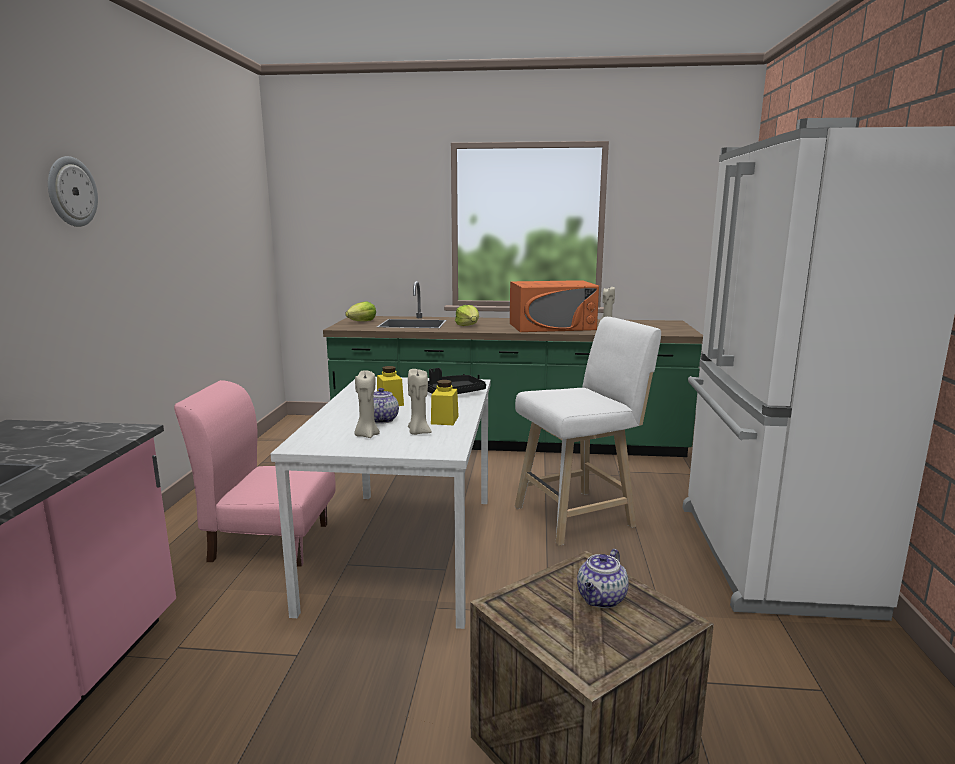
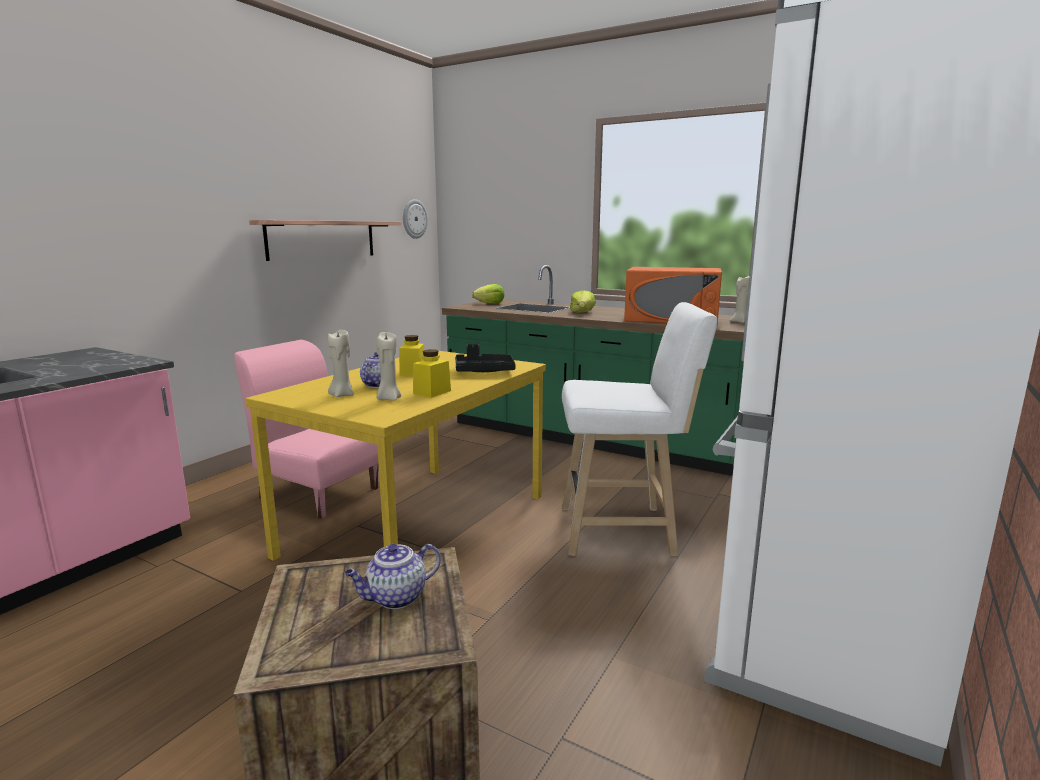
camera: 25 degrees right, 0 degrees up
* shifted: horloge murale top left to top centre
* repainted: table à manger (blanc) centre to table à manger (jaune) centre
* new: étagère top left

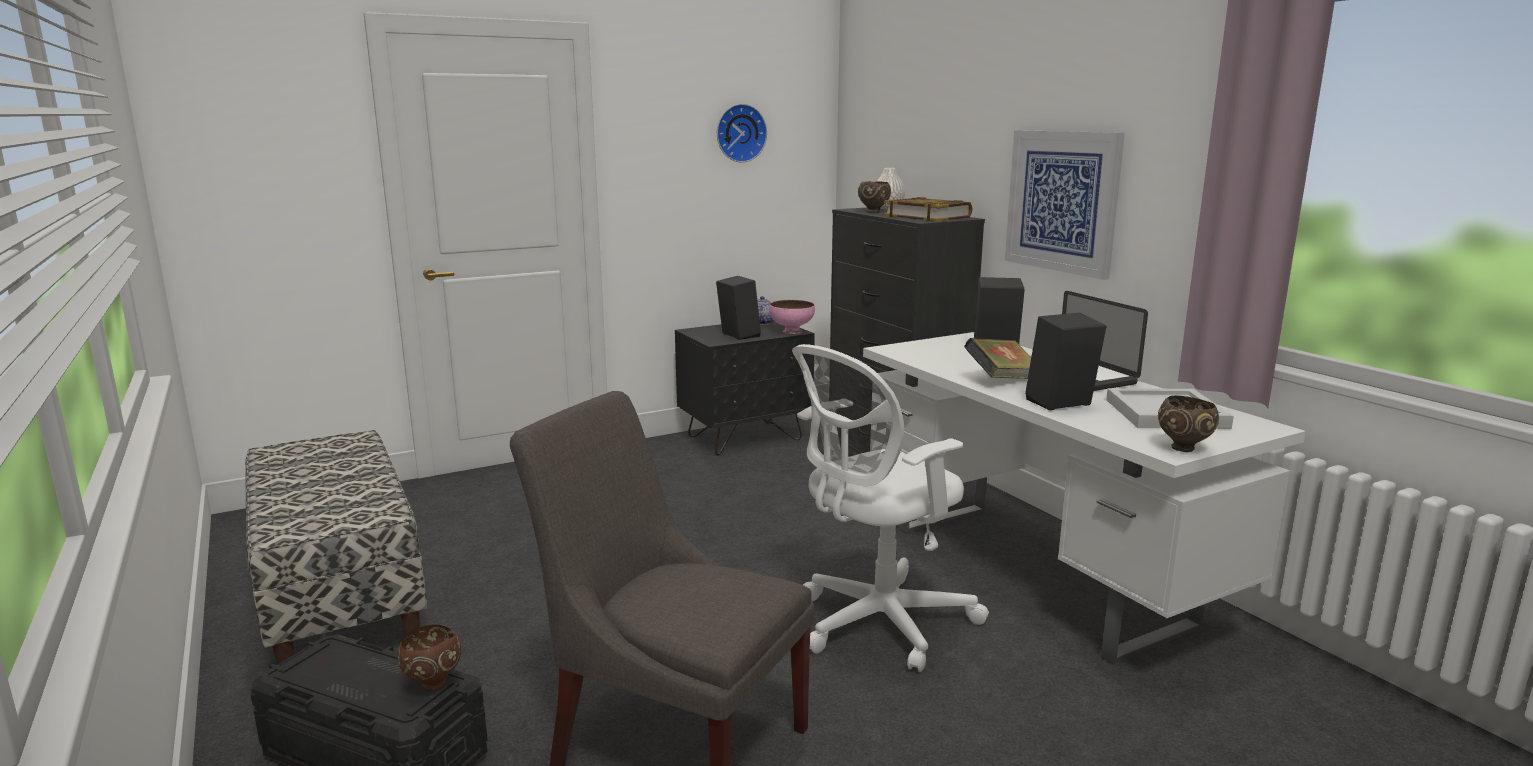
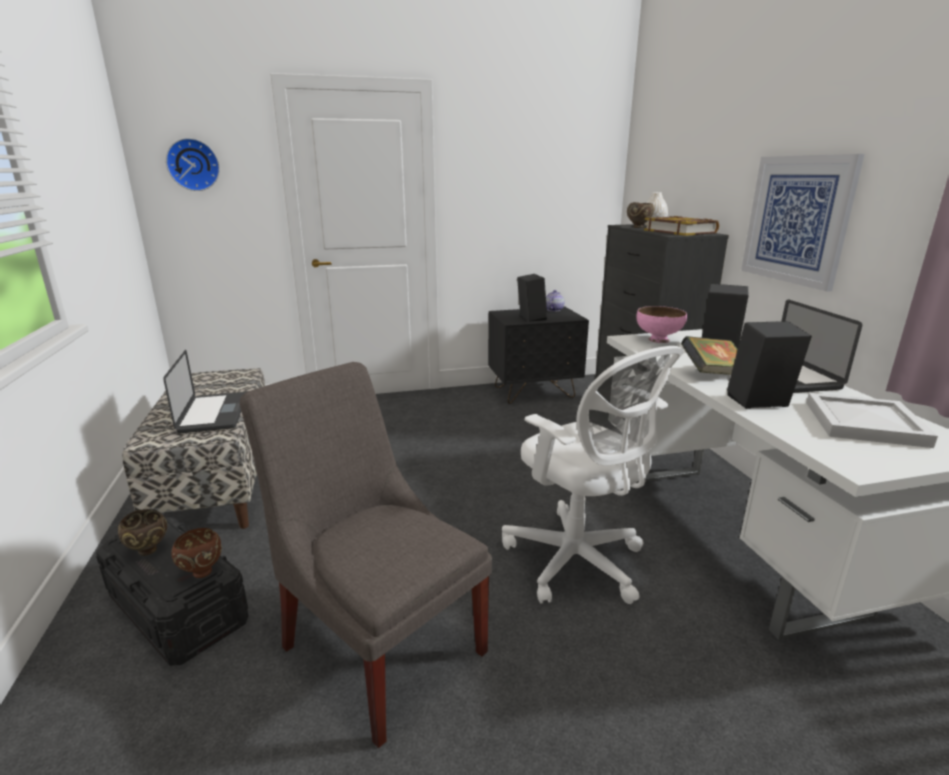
camera: 15 degrees right, 5 degrees up
* shifted: horloge murale top centre to top left
* shifted: bol (rose) centre to middle right
* rotated: chaise de bureau (blanc) centre = centre 105 degrees counterclockwise
* shifted: bol (marron) (no. 3 from left in the first image) middle right to bol (marron) (no. 1 from left) bottom left
* new: ordinateur portable (no. 1 from left) middle left

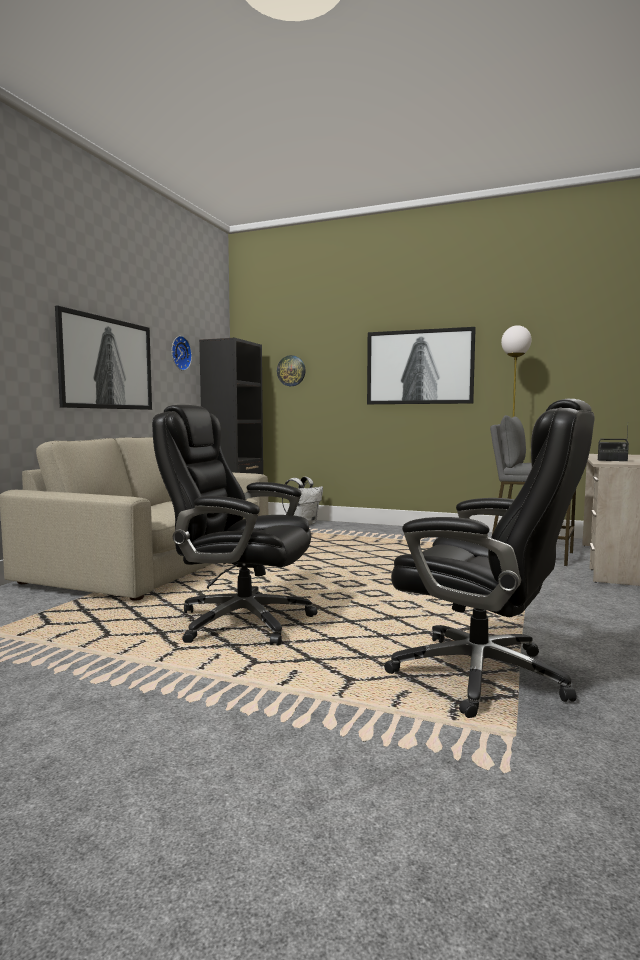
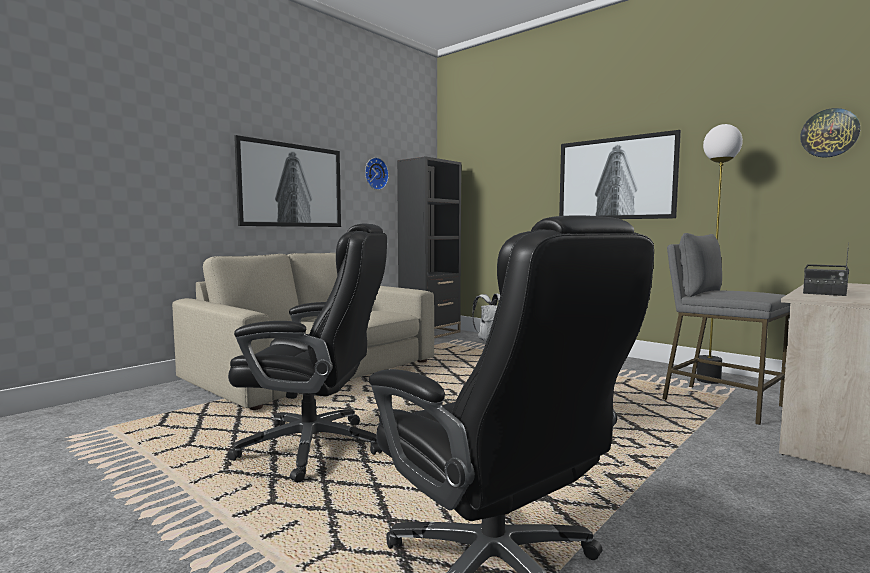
camera: 20 degrees right, 0 degrees up
* shifted: horloge murale (no. 2 from left) centre to top right
* rotated: chaise de bureau (noir) (no. 1 from left) centre = centre 150 degrees clockwise

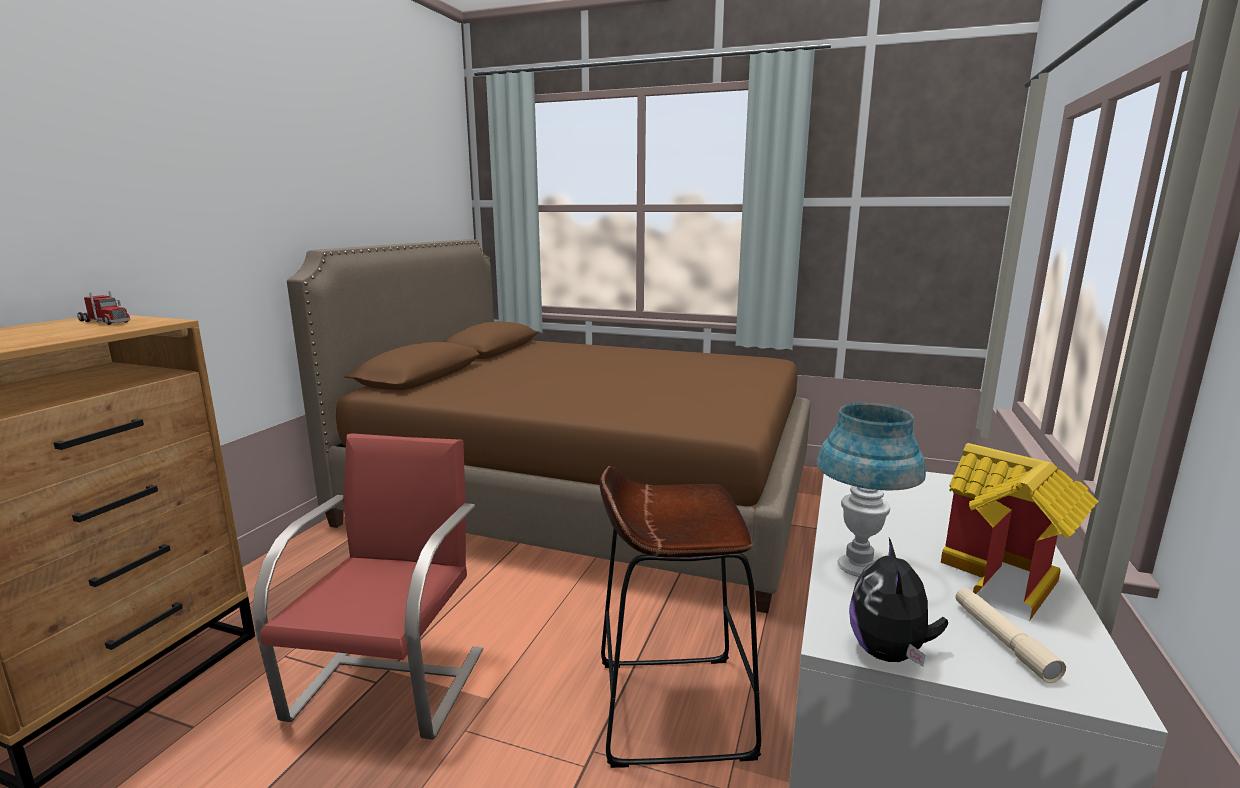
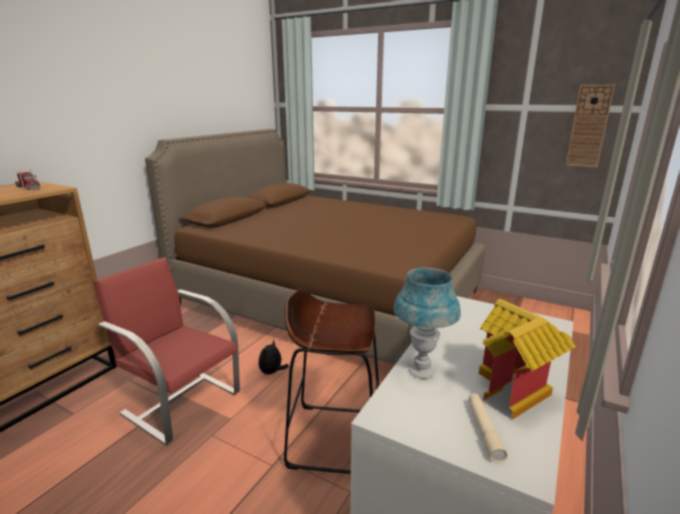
camera: 10 degrees right, 5 degrees up
* rotated: chaise (rouge) bottom left = bottom left 75 degrees counterclockwise
* shifted: peluche bottom right to bottom centre
* new: horloge murale top right

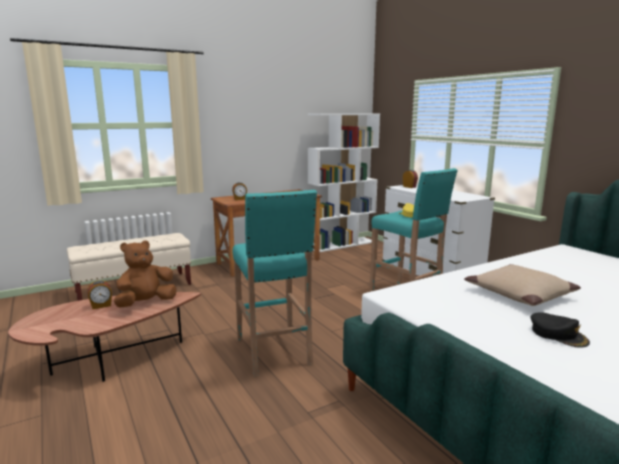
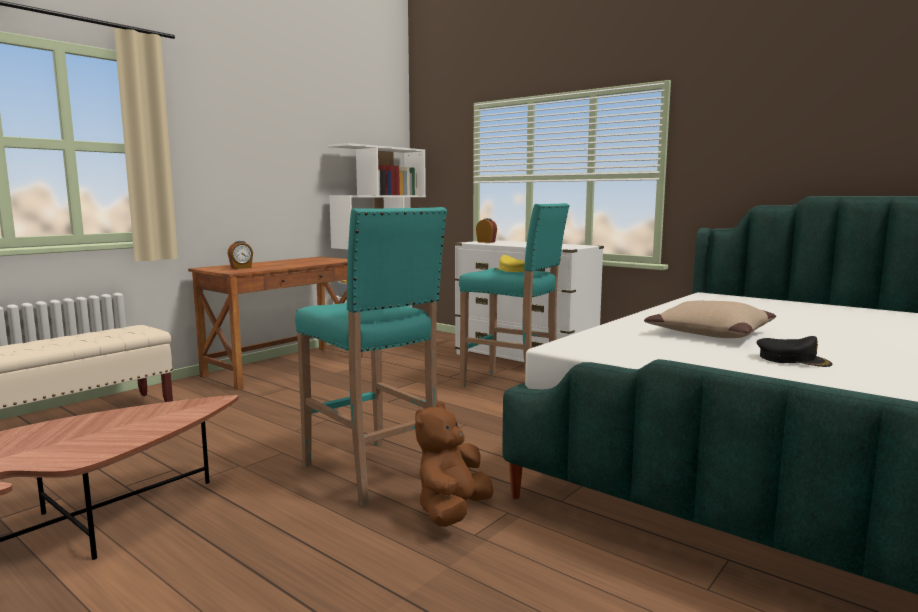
camera: 20 degrees left, 5 degrees down
* shifted: peluche (marron) middle left to bottom centre
* gone: réveil (no. 1 from left) middle left

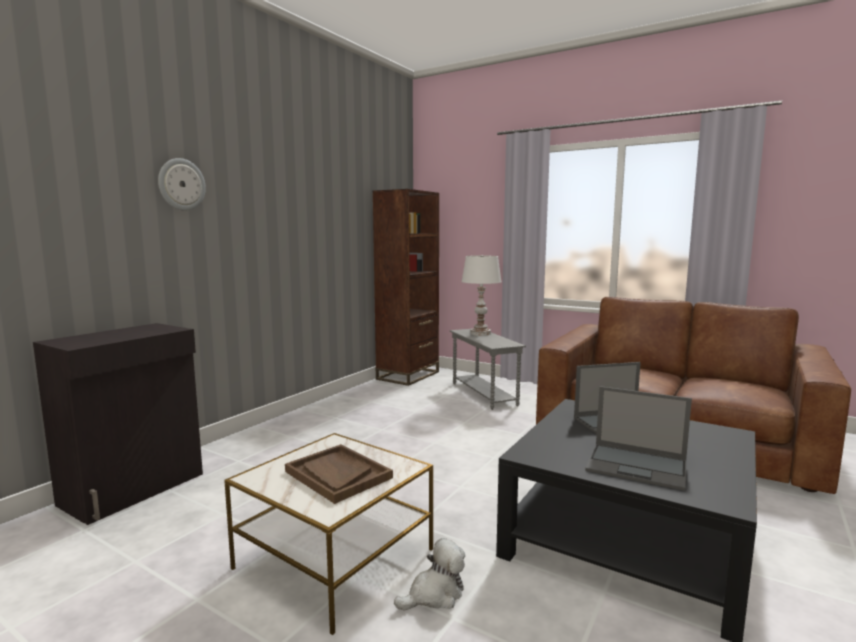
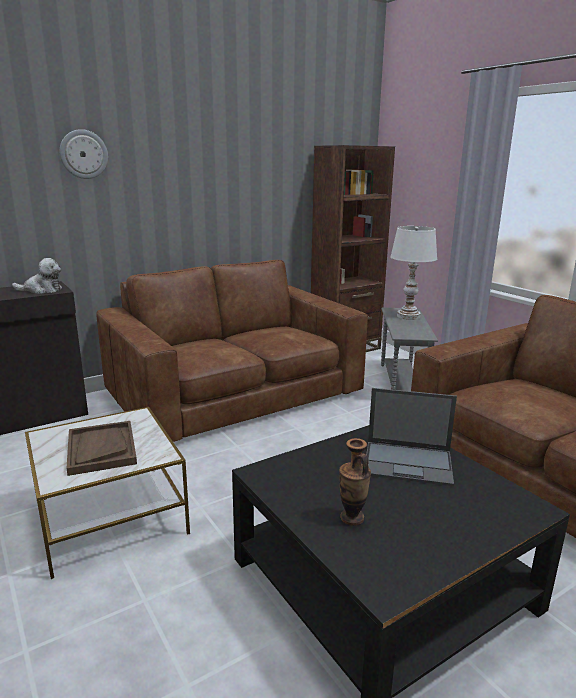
camera: 25 degrees right, 10 degrees up
* swapped: ordinateur portable (no. 2 from left) bottom right to vase bottom centre
* shifted: peluche bottom centre to middle left
* new: canapé (marron) (no. 1 from left) centre

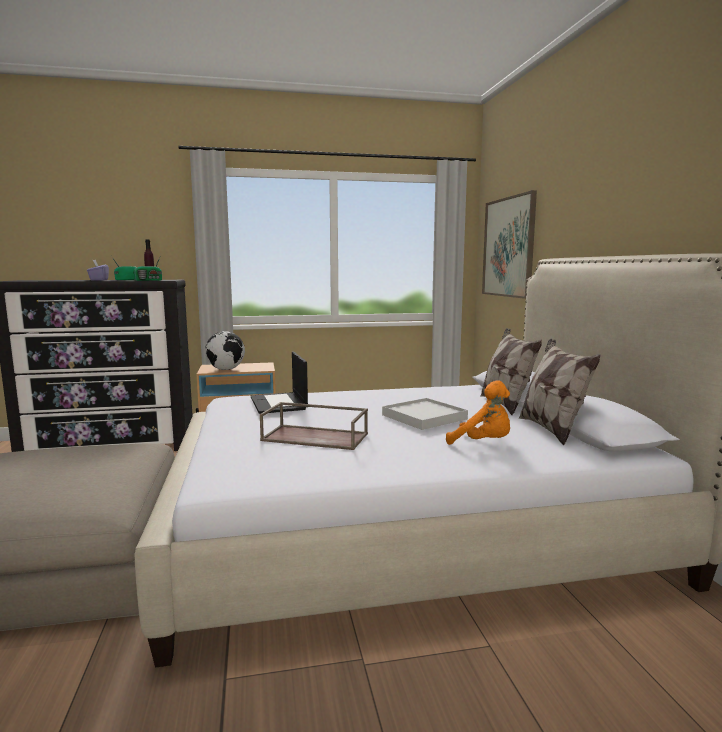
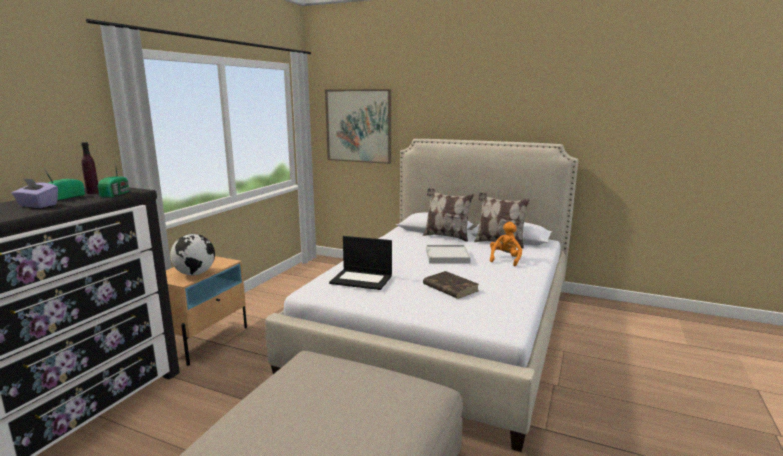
camera: 55 degrees left, 5 degrees up
* rotated: peluche (orange) centre = centre 45 degrees counterclockwise
* swapped: plateau (marron) centre to livre (marron) centre

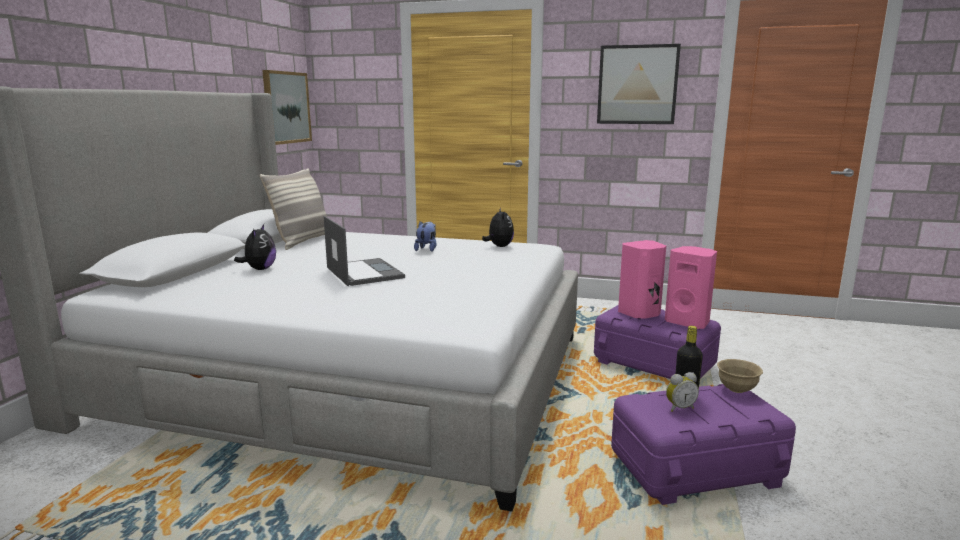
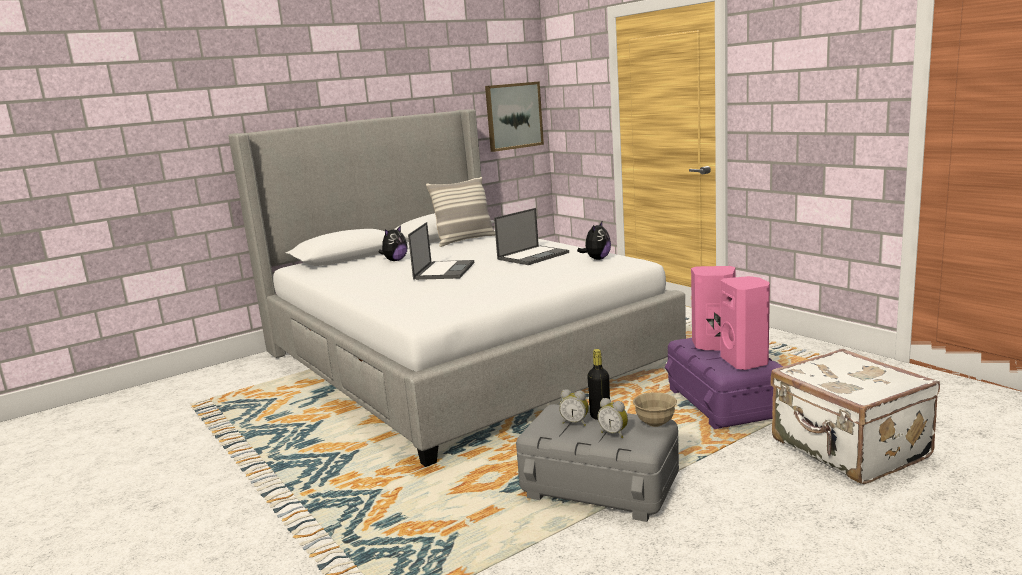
camera: 40 degrees right, 0 degrees up
* gone: tableau (no. 2 from left) top centre
* swapped: peluche (no. 2 from left) centre to ordinateur portable (no. 2 from left) centre
* repainted: boîte de rangement (violet) (no. 2 from left) bottom right to boîte de rangement (gris) bottom centre
* new: valise (blanc) bottom right
* new: réveil (no. 2 from left) bottom centre

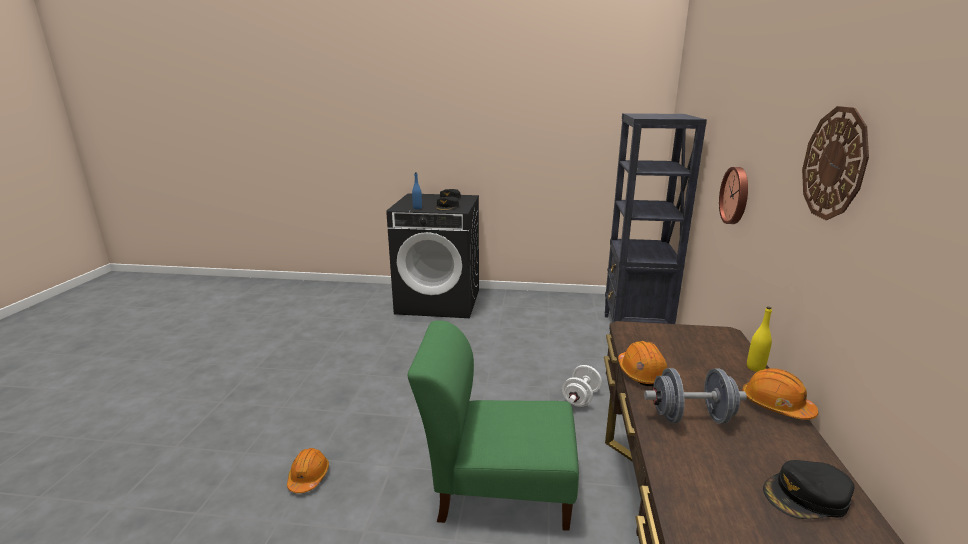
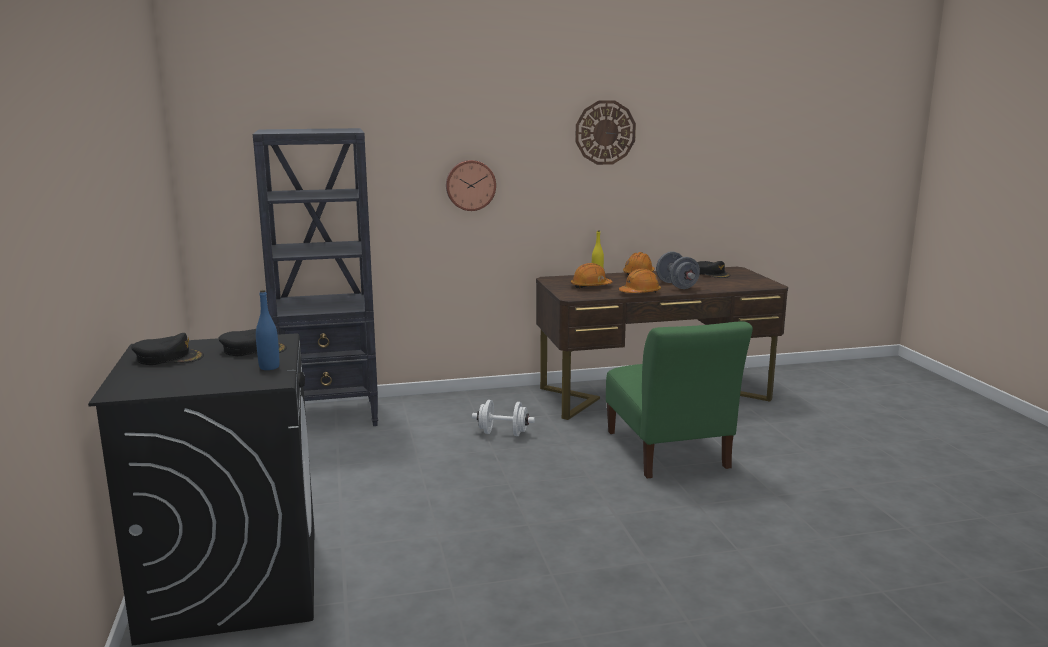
camera: 110 degrees left, 5 degrees down
* shifted: casque de chantier (orange) (no. 1 from left) bottom left to centre

